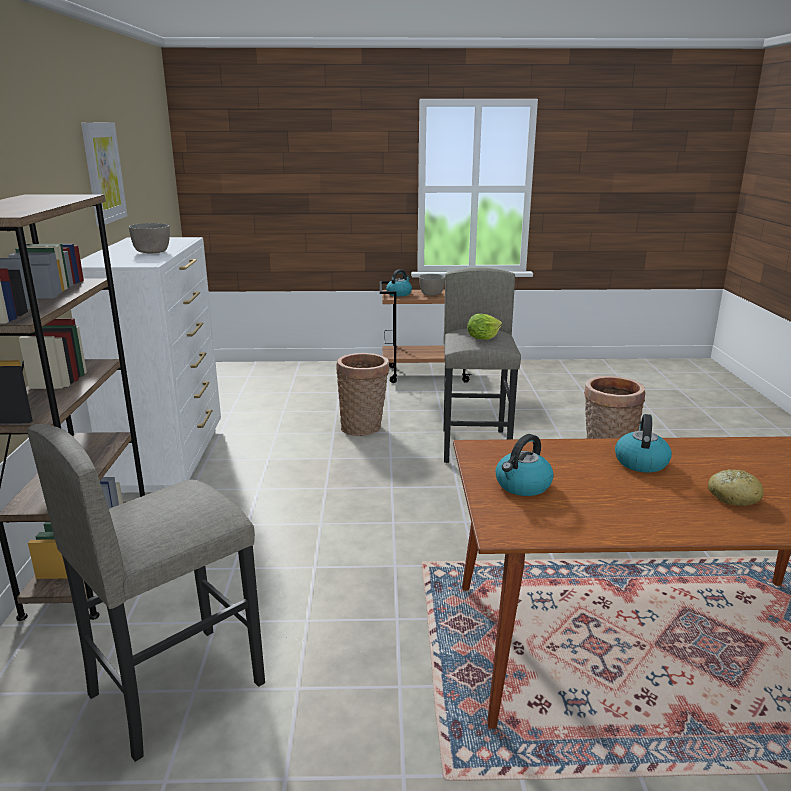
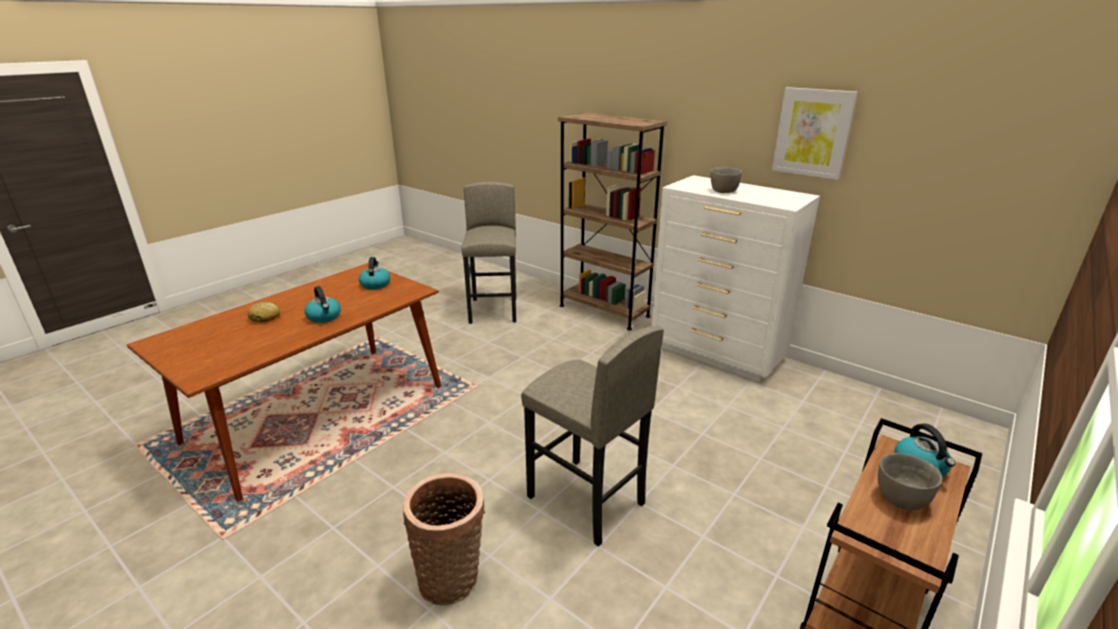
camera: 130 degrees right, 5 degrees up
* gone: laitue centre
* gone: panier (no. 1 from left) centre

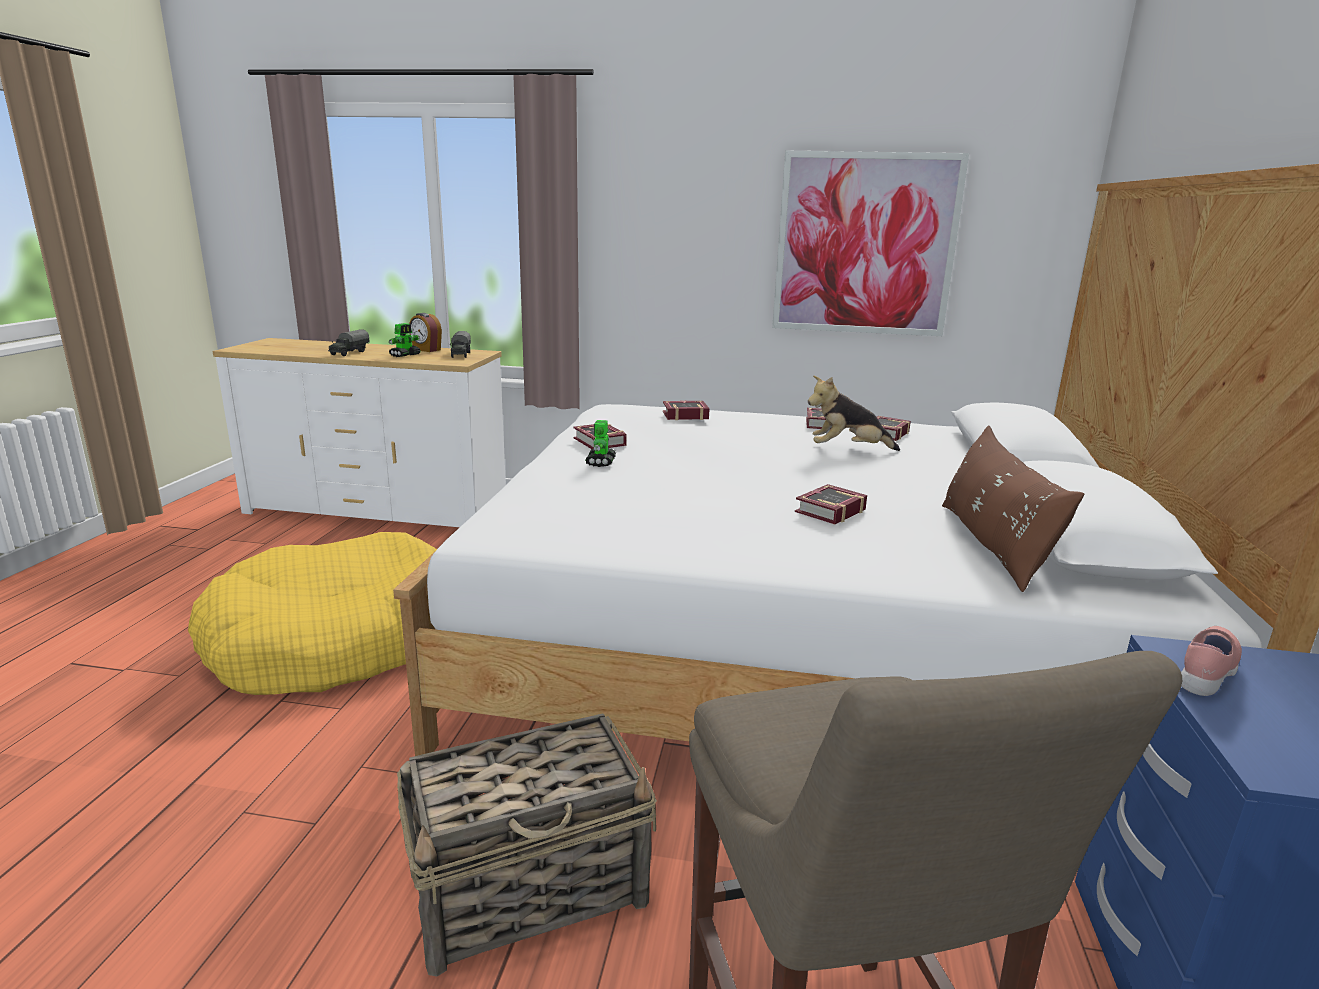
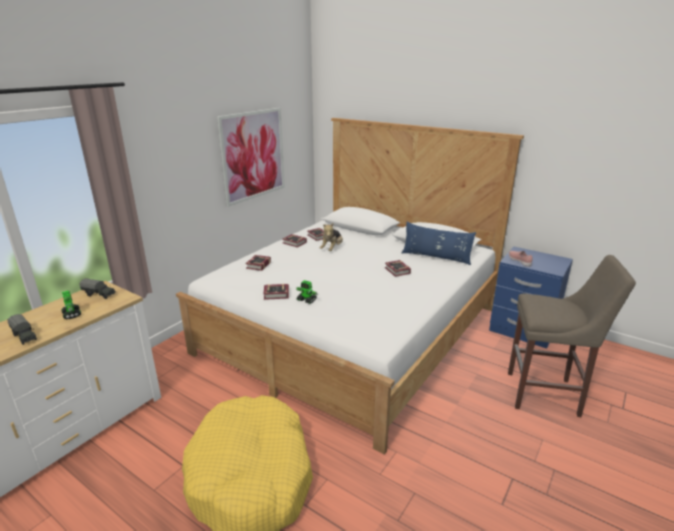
camera: 65 degrees left, 5 degrees up
* gone: réveil middle left
* repainted: coussin (marron) middle right to coussin (bleu) centre
* gone: panier bottom centre

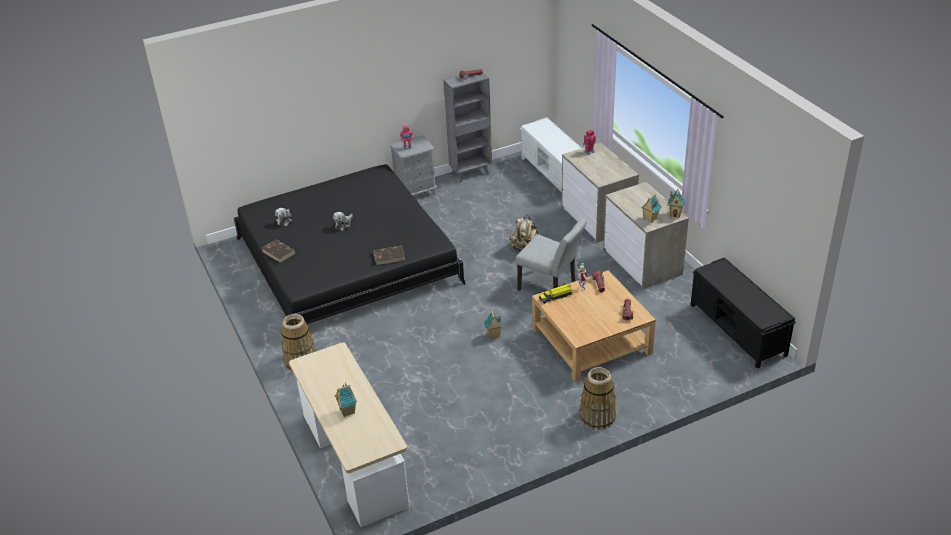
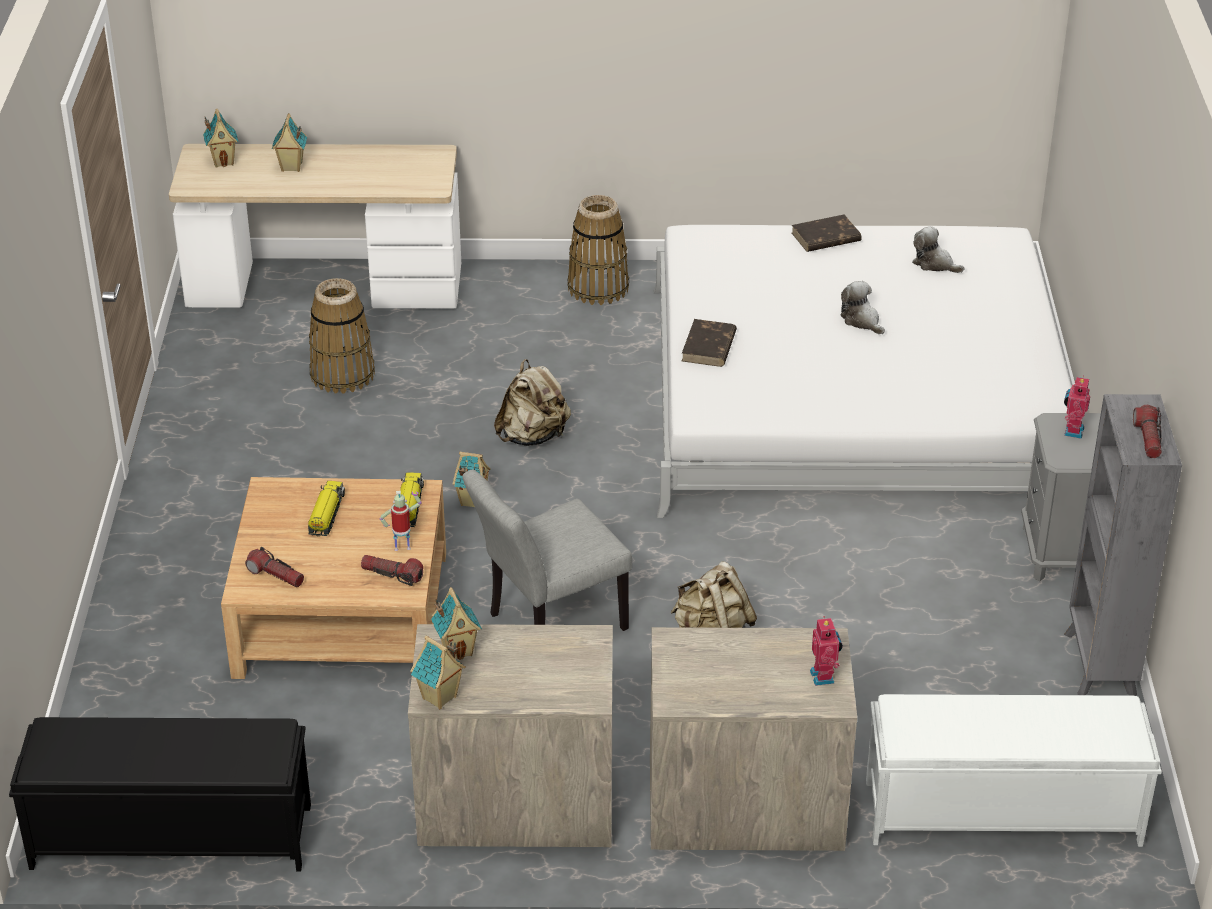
camera: 115 degrees right, 0 degrees up
* repainted: lit (noir) centre to lit (blanc) middle right
* shifted: panier (no. 2 from left in the first image) bottom centre to panier (no. 1 from left) middle left
* new: maison miniature (no. 1 from left) top left
* new: sac à dos (beige) (no. 1 from left) centre
* new: camion jouet (no. 1 from left) middle left

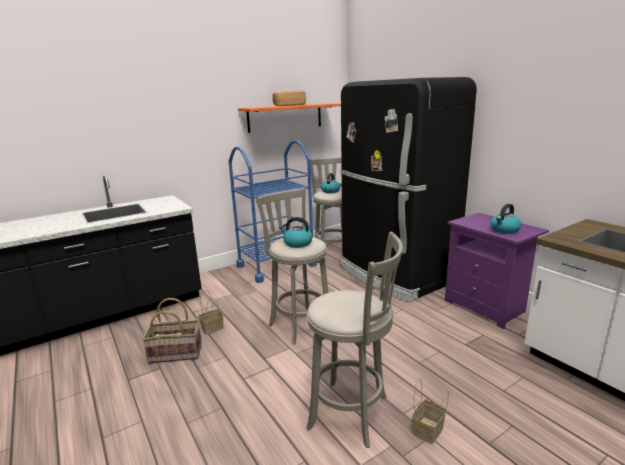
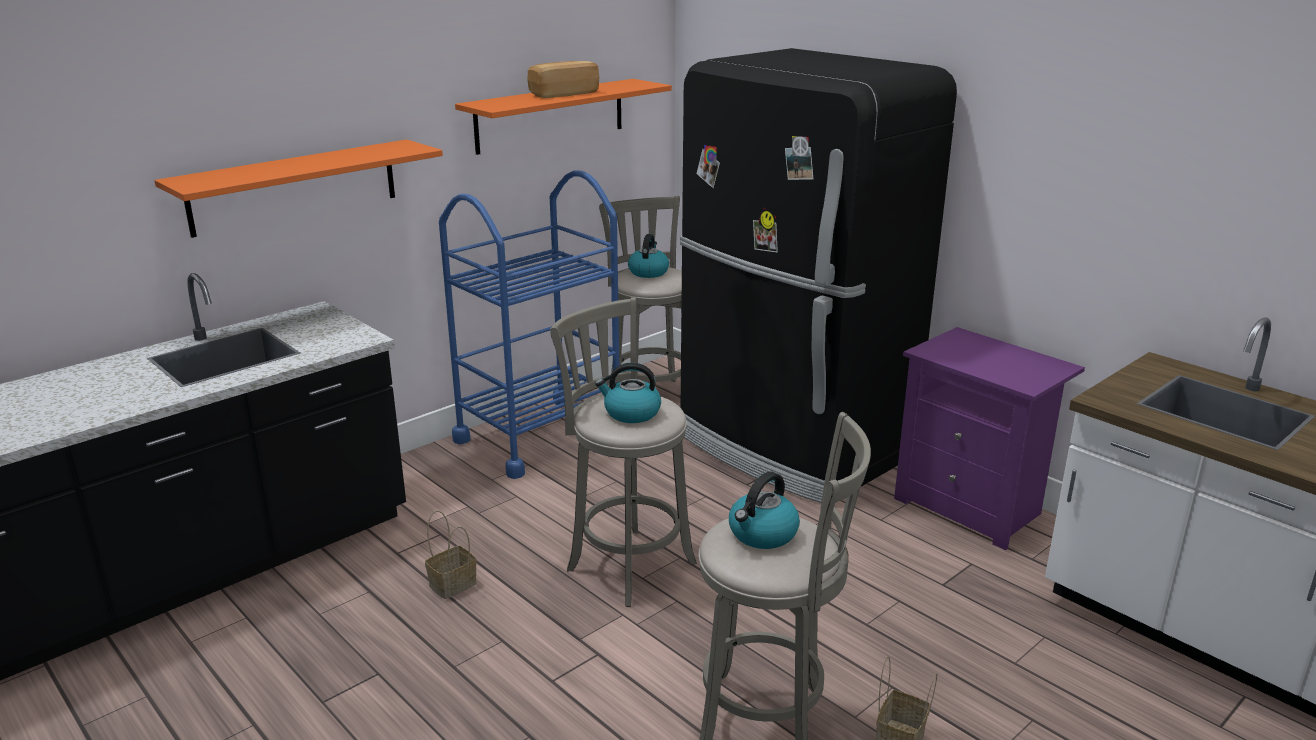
camera: 10 degrees left, 5 degrees up
* shifted: bouilloire (no. 3 from left) middle right to bottom centre
* gone: panier (no. 1 from left) bottom left
* new: étagère (orange) (no. 1 from left) top left

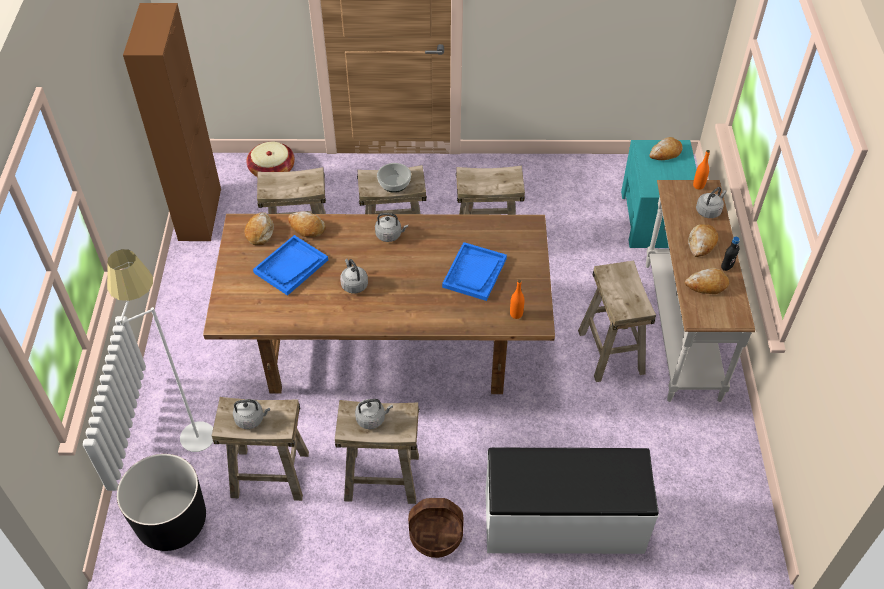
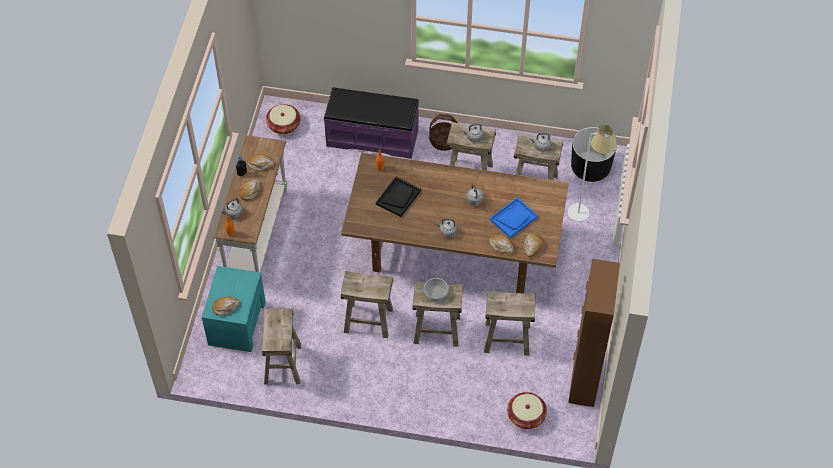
camera: 170 degrees left, 5 degrees up
* repainted: plateau (bleu) (no. 2 from left) centre to plateau (noir) centre
* shifted: tabouret (beige) (no. 6 from left in the first image) middle right to tabouret (beige) (no. 1 from left) bottom centre
* repainted: banc (blanc) bottom centre to banc (violet) top centre
* new: panier (no. 1 from left) top centre

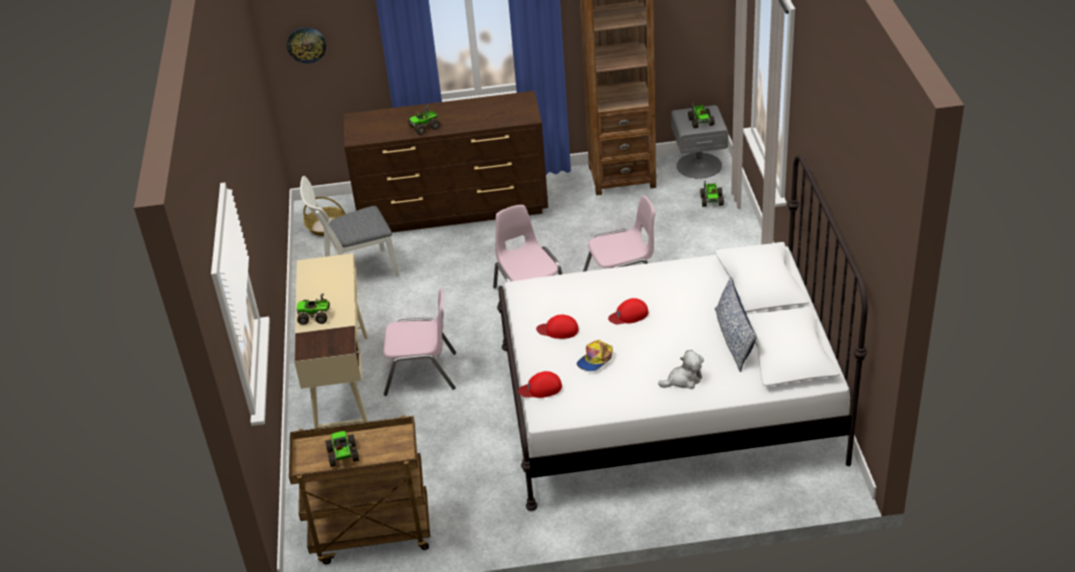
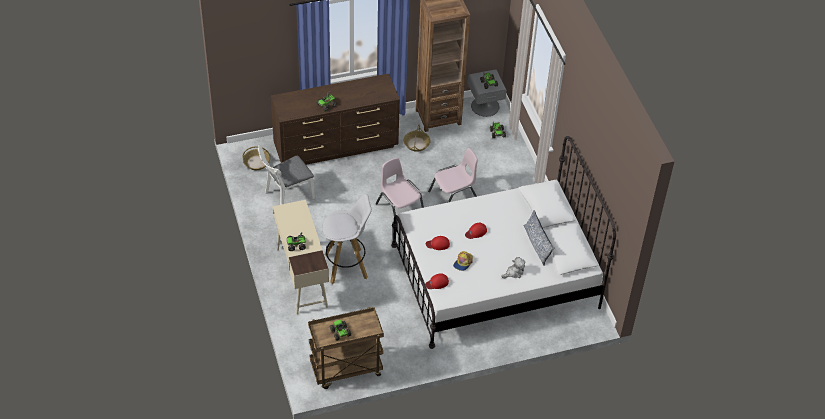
camera: 15 degrees left, 10 degrees up
* gone: horloge murale top left
* swapped: chaise (rose) (no. 1 from left) centre to tabouret (blanc) centre
* new: panier (no. 2 from left) top centre

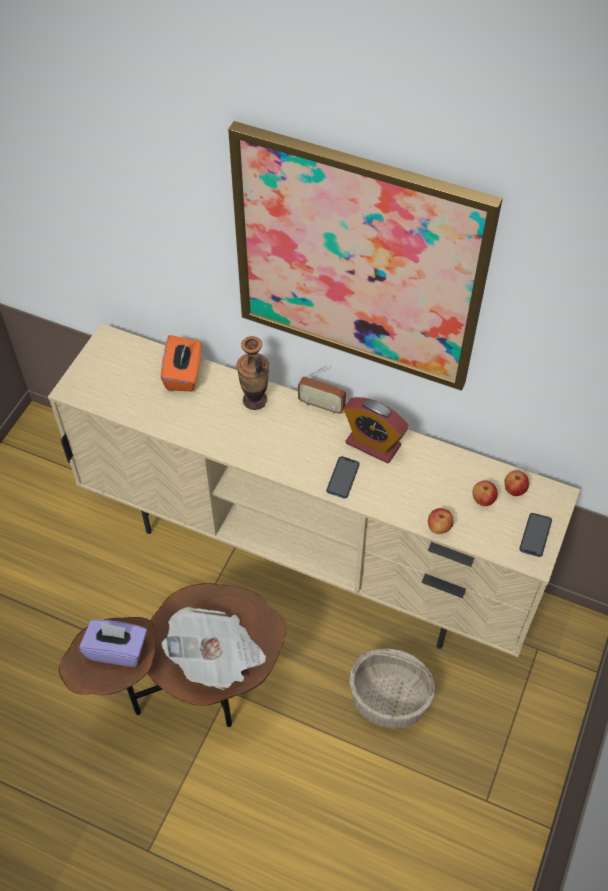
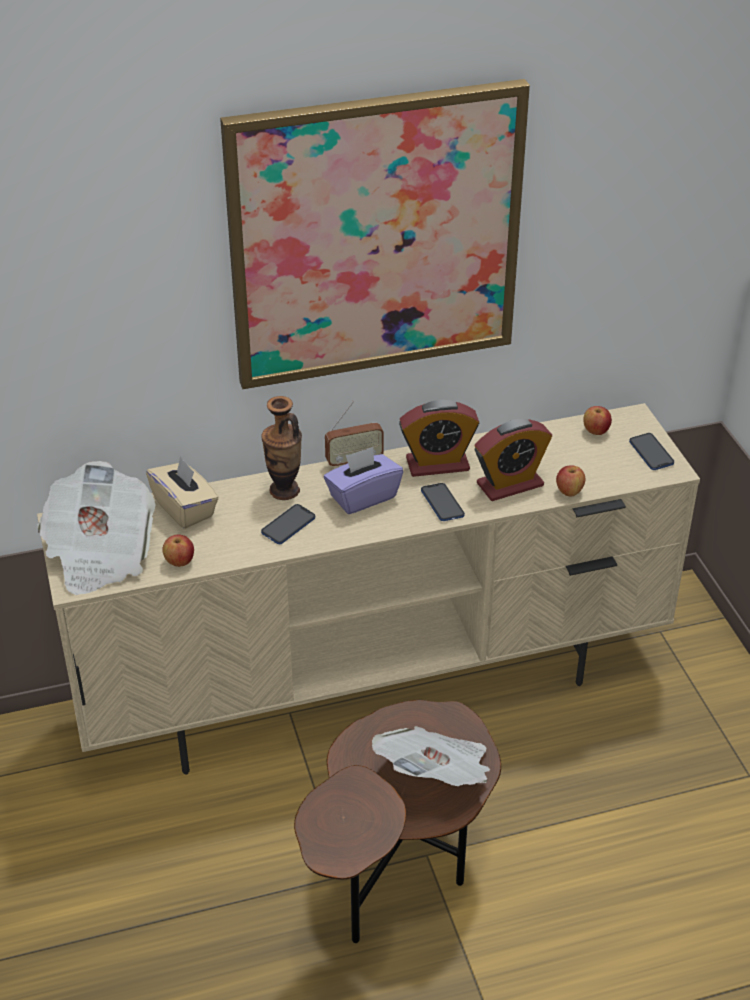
camera: 40 degrees left, 15 degrees down
* repainted: boîte à mouchoirs (orange) middle left to boîte à mouchoirs (beige) middle left
* shifted: pomme (no. 2 from left in the first image) middle right to pomme (no. 1 from left) middle left
* shifted: boîte à mouchoirs (violet) bottom left to centre
* gone: panier bottom centre
* new: réveil (no. 2 from left) middle right
* new: journal (no. 1 from left) middle left
* new: téléphone (no. 1 from left) centre

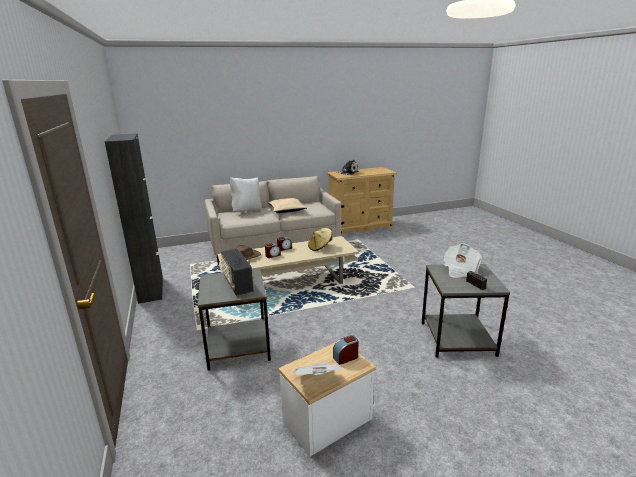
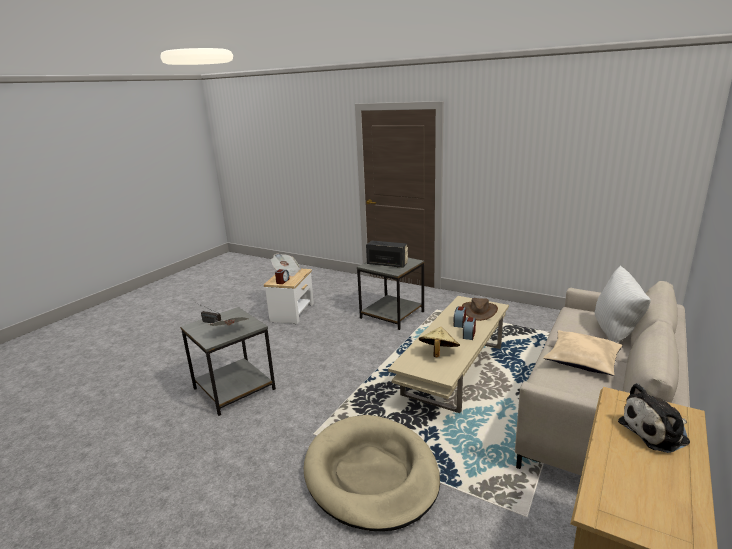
camera: 140 degrees right, 0 degrees up
* gone: meuble de rangement (noir) middle left
* new: panier pour chien (beige) bottom centre

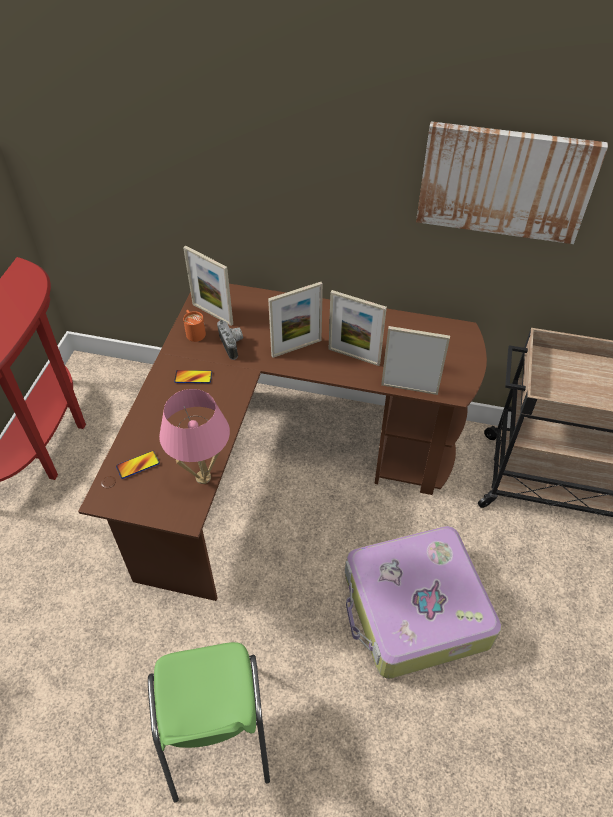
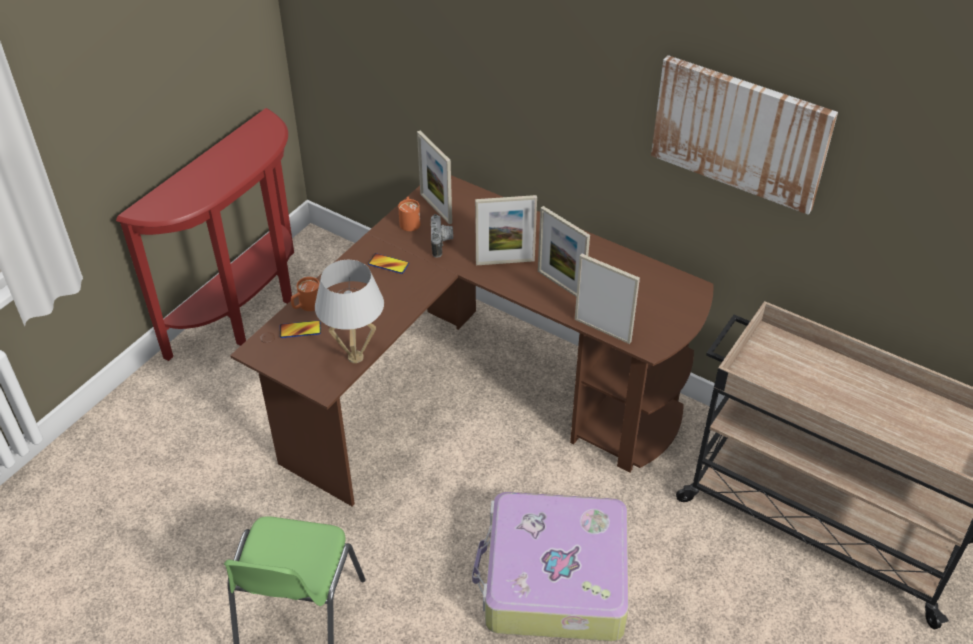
camera: 20 degrees right, 5 degrees down
* repainted: lampe de table (rose) middle left to lampe de table (blanc) centre
* new: mug (orange) (no. 1 from left) middle left

